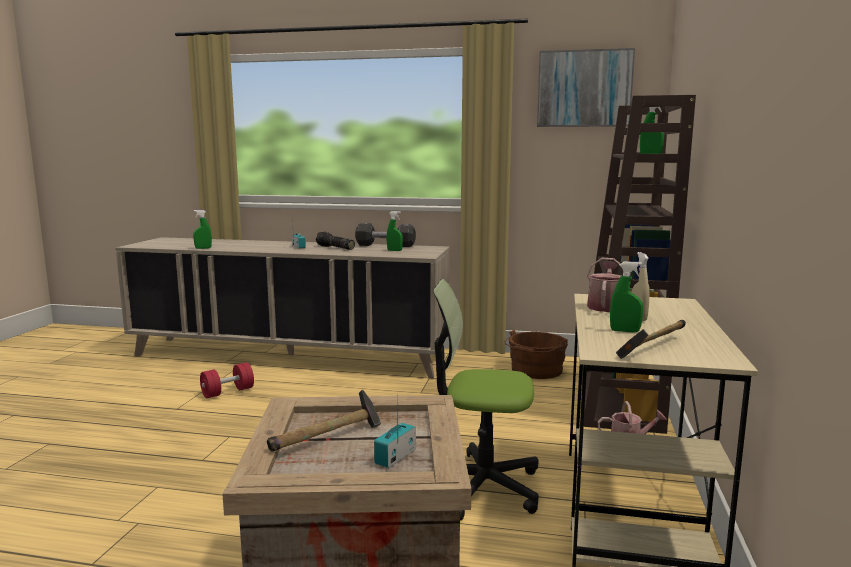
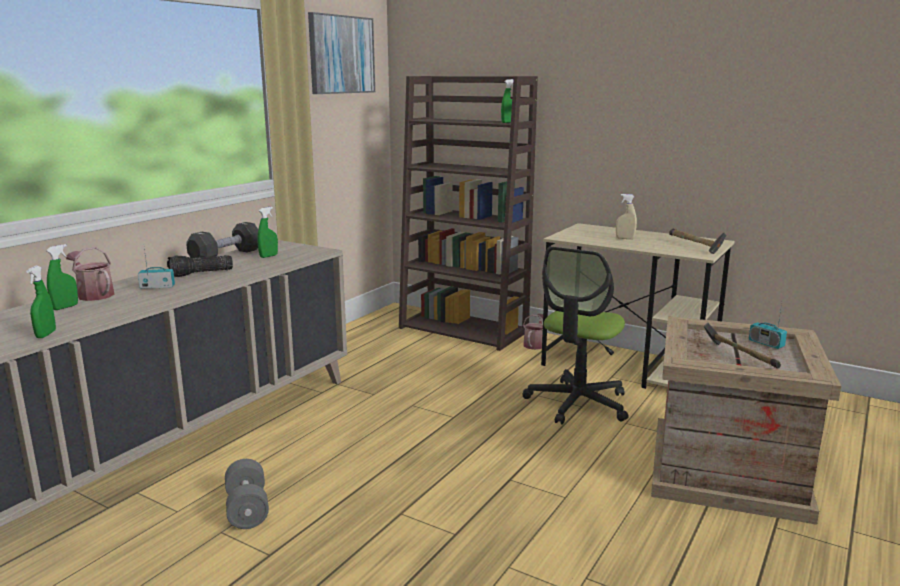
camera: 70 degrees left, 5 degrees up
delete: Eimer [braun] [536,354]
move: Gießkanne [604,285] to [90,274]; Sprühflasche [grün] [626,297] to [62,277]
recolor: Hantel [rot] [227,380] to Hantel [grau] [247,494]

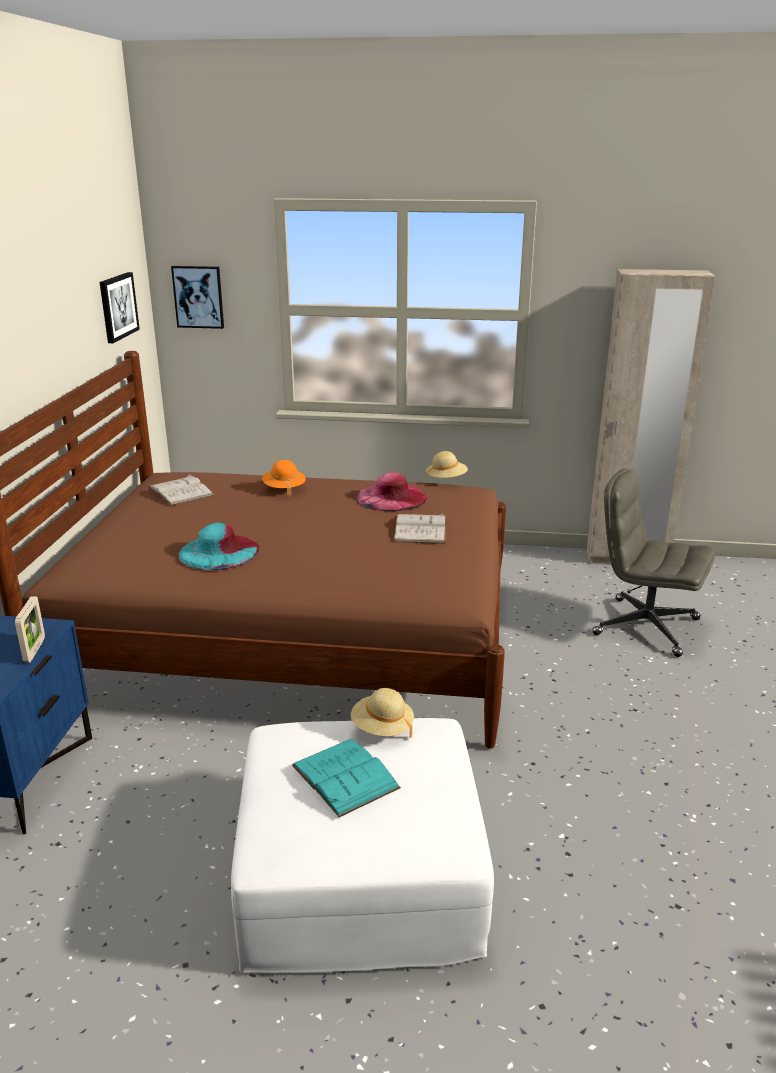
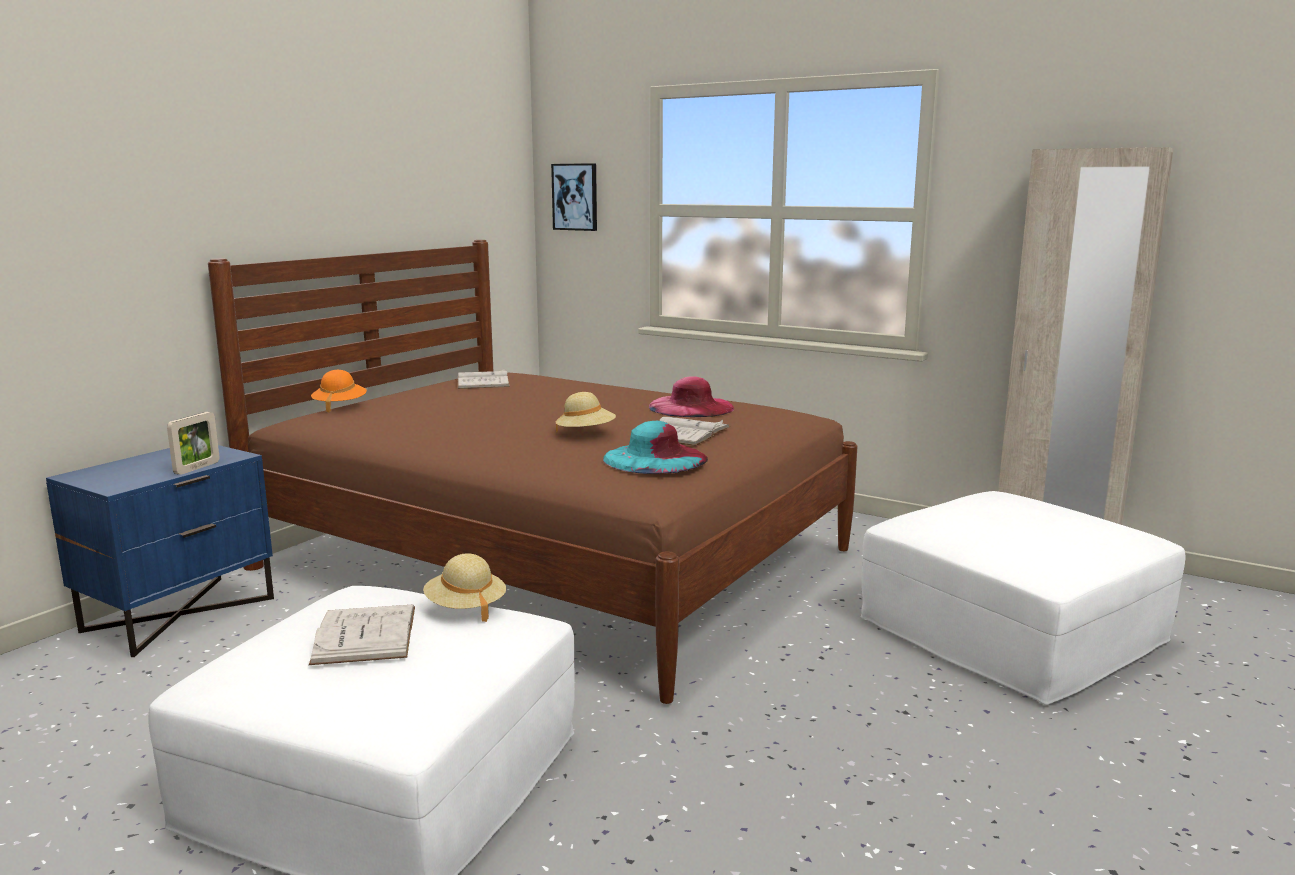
camera: 25 degrees right, 10 degrees down
delete: Bild [120,307]
move: Hut [türkis] [219,546] to [655,447]; Hut [orange] [284,478] to [339,391]; Hut [beige] [447,465] to [586,412]
replace: Bürostuhl [grau] [654,563] to Polsterhocker [weiß] [1023,598]
recolor: Buch [türkis] [346,778] to Buch [weiß] [362,634]

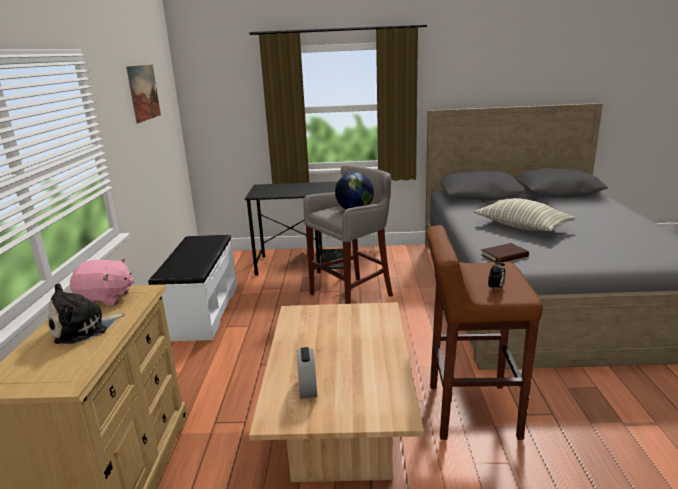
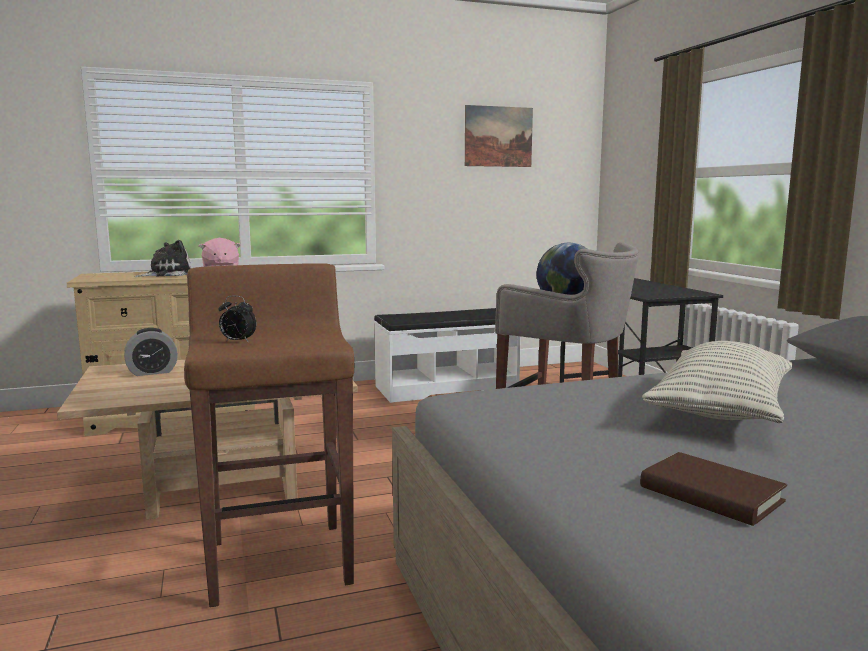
camera: 70 degrees right, 10 degrees down
move: Buch [braun] [505,252] to [713,489]
rotate: Plüschtier [87,313] = [163,258] 105 degrees clockwise

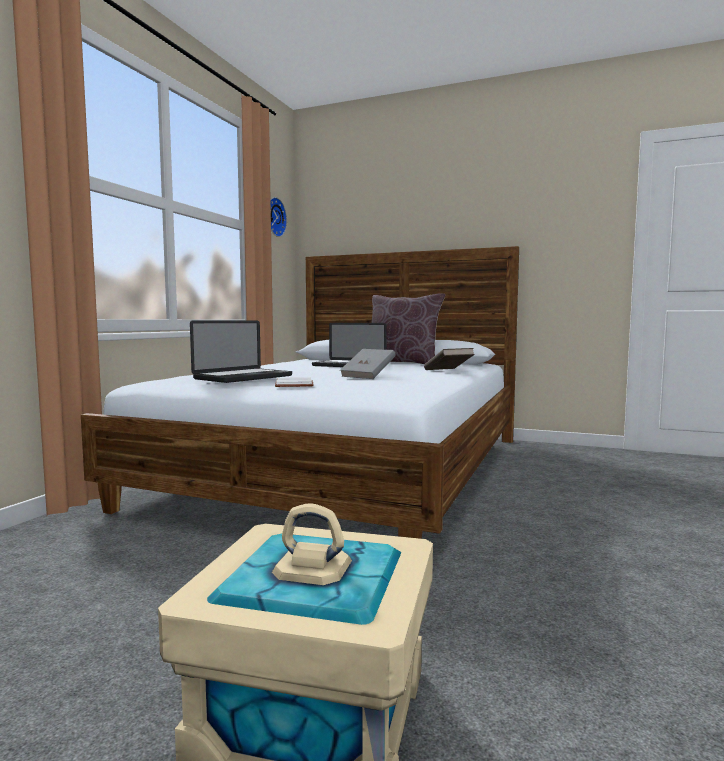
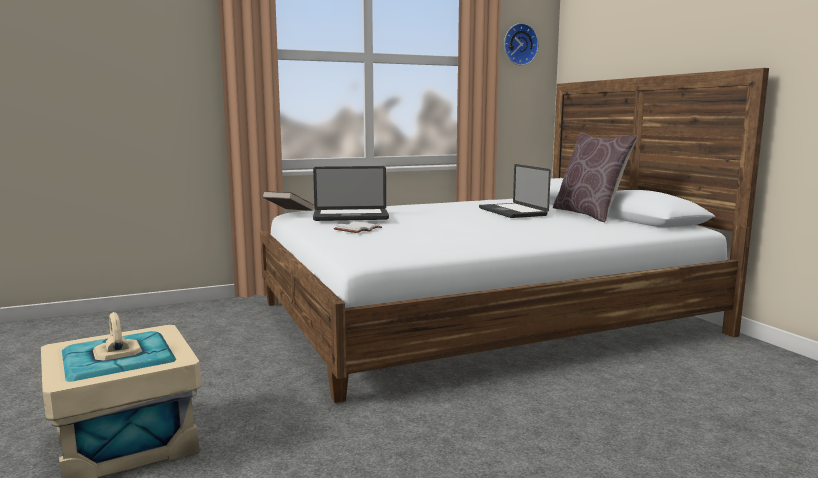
camera: 45 degrees right, 5 degrees up
delete: Buch [grau] [367,364]
move: Buch [braun] [449,359] to [288,201]

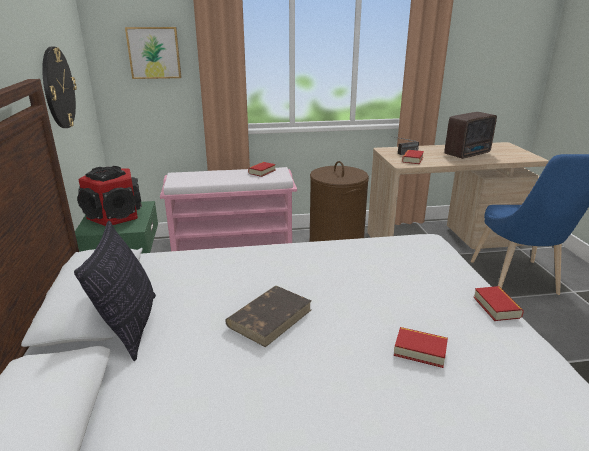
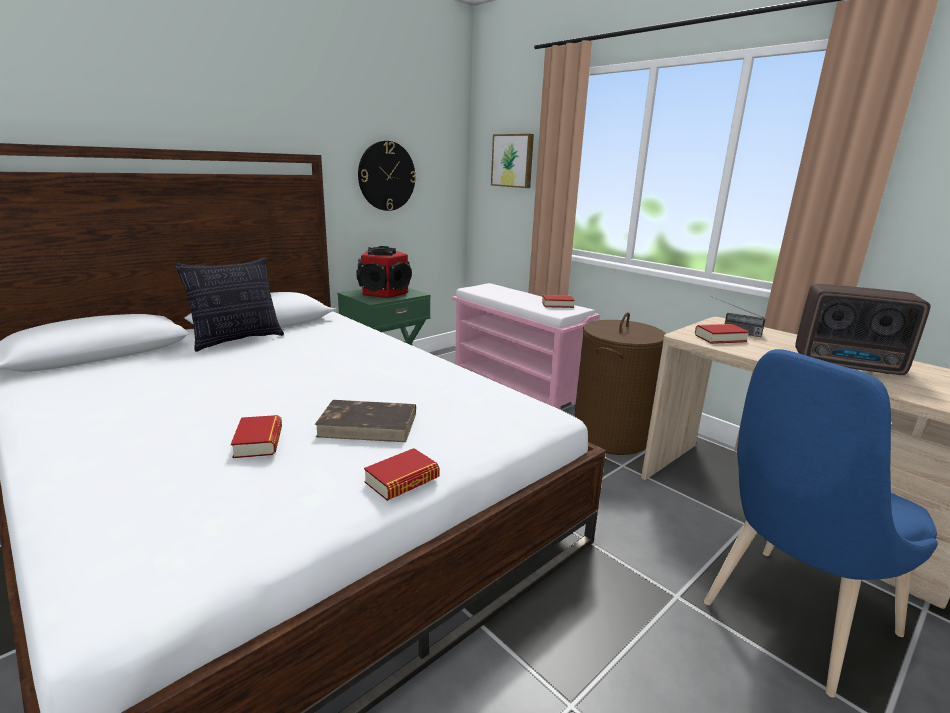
camera: 55 degrees right, 5 degrees down
move: Buch [braun] [268,316] to [365,421]

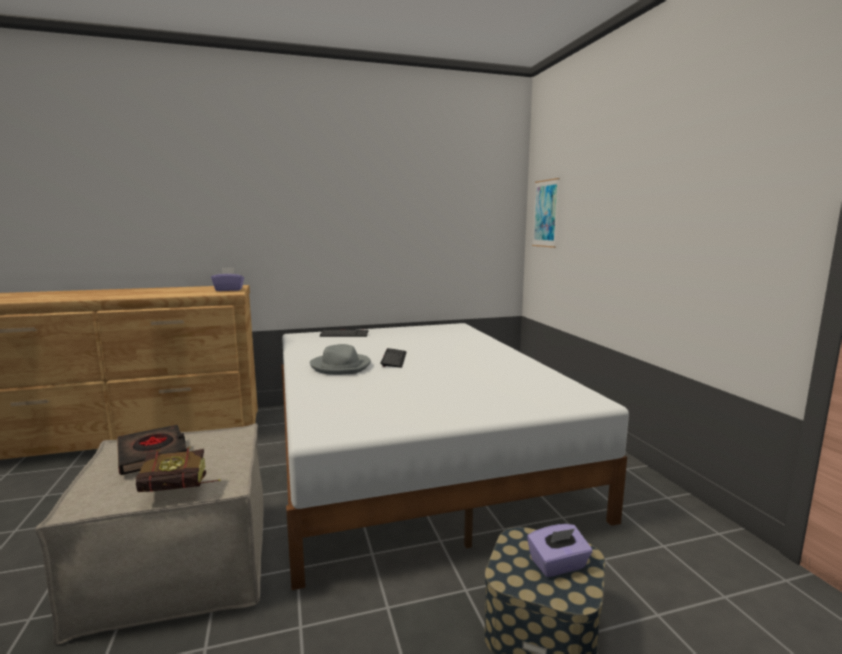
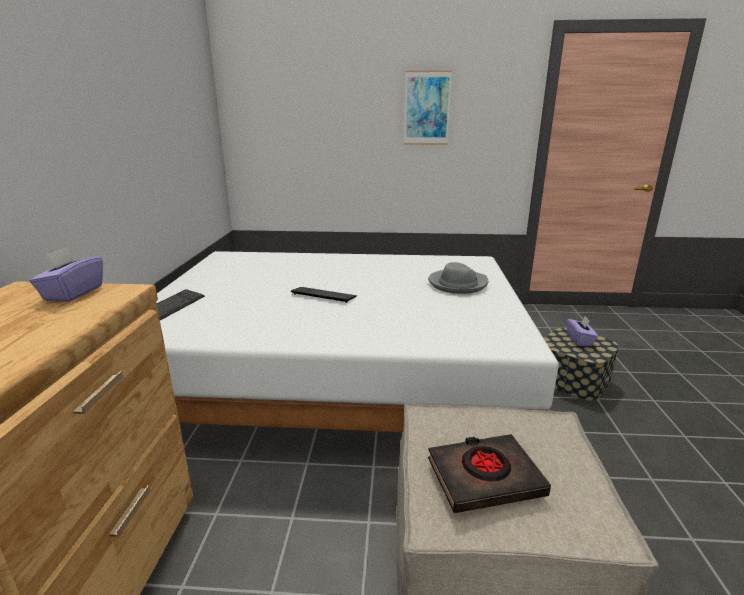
camera: 70 degrees left, 10 degrees up
delete: Buch [178,469]
move: Hut [grau] [340,359] to [458,278]; Bild [545,213] to [428,107]

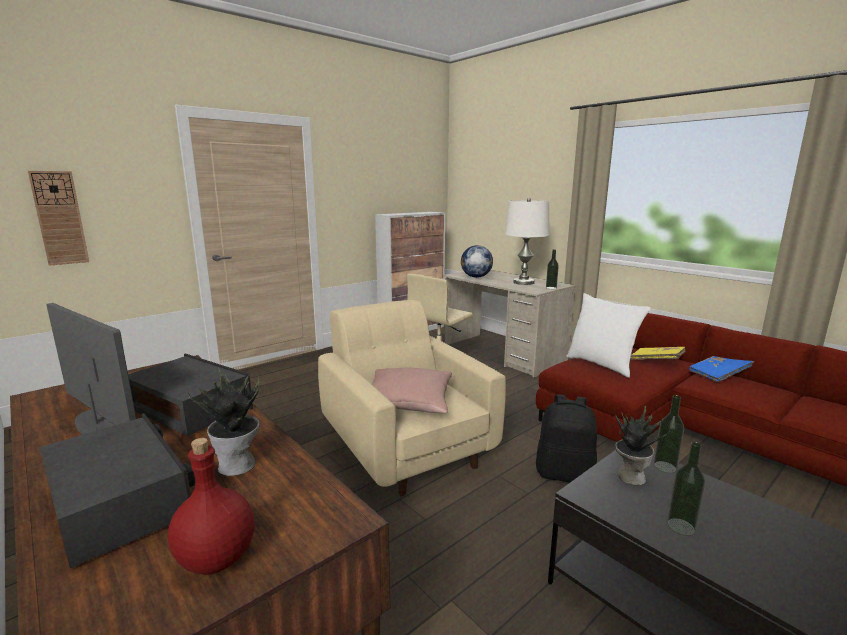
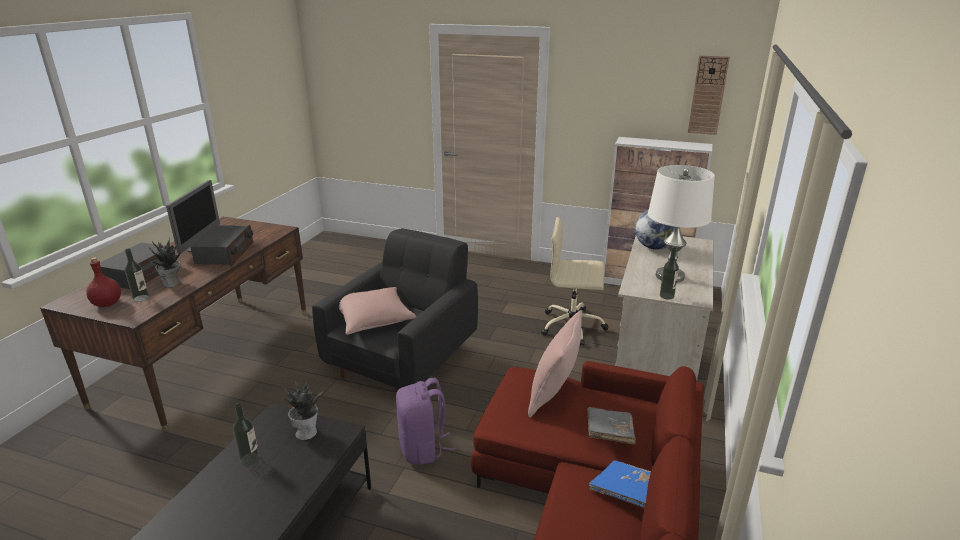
camera: 60 degrees right, 10 degrees up
move: Wanduhr [58,218] to [709,95]; Flasche [669,434] to [137,275]
recolor: Sessel [beige] [412,398] to Sessel [schwarz] [395,311]; Rucksack [schwarz] [566,438] to Rucksack [lila] [425,421]; Kissen [weiß] [608,335] to Kissen [rosa] [555,363]; Buch [gelb] [658,353] to Buch [grau] [611,426]

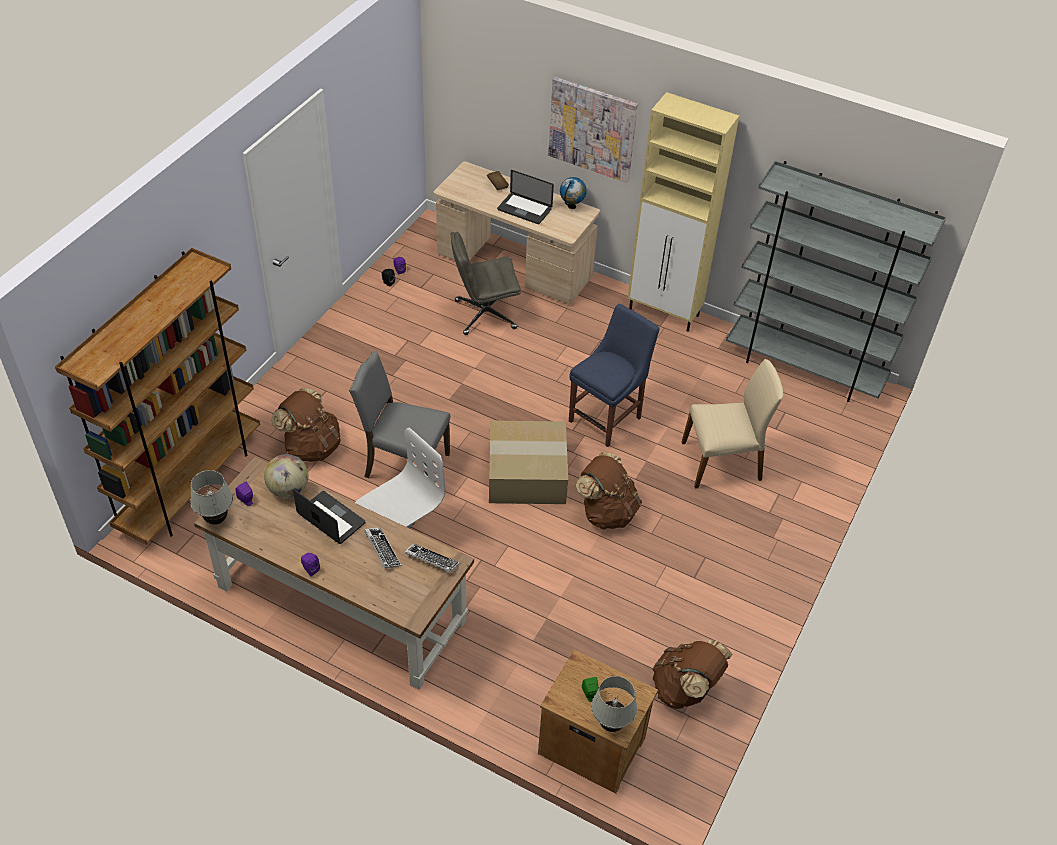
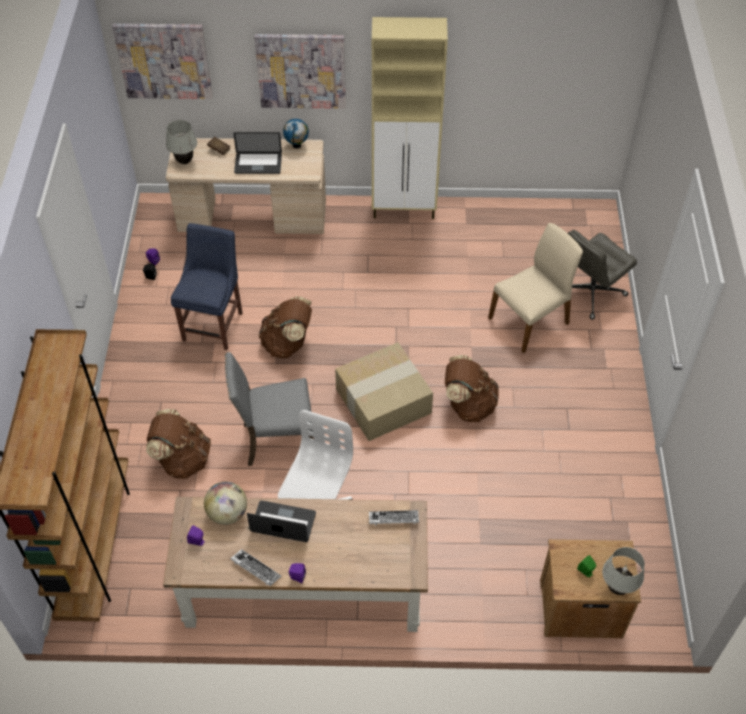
camera: 25 degrees left, 5 degrees up
delete: Bücherregal [grau] [836,281]
insert: Bild [162,61]
move: Tischlampe [weiß] [211,497] to [181,142]; Tastatur [382,547] to [255,567]; Bürostuhl [grau] [486,283] to [602,275]; Stuhl [blau] [614,375] to [206,286]; Rucksack [braun] [692,674] to [285,327]

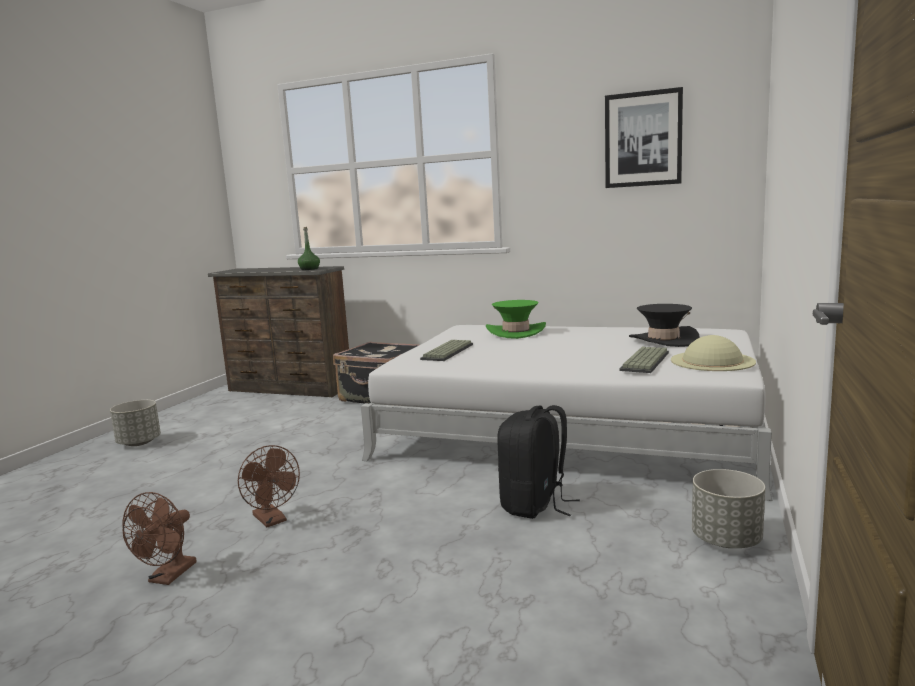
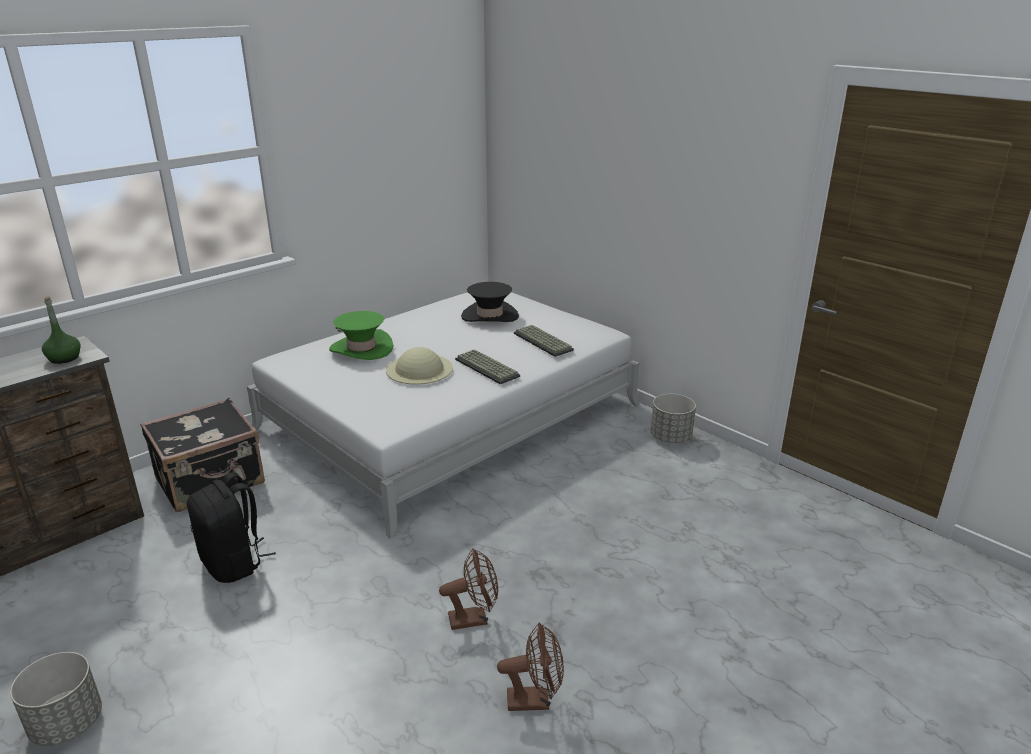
camera: 65 degrees left, 15 degrees up
delete: Bild [644,137]
move: Tastatur [446,350] to [487,366]; Rucksack [schwarz] [538,462] to [231,527]; Hut [beige] [713,353] to [419,366]
rotate: Ventilator [braun] [159,538] = [530,666] 45 degrees counterclockwise

